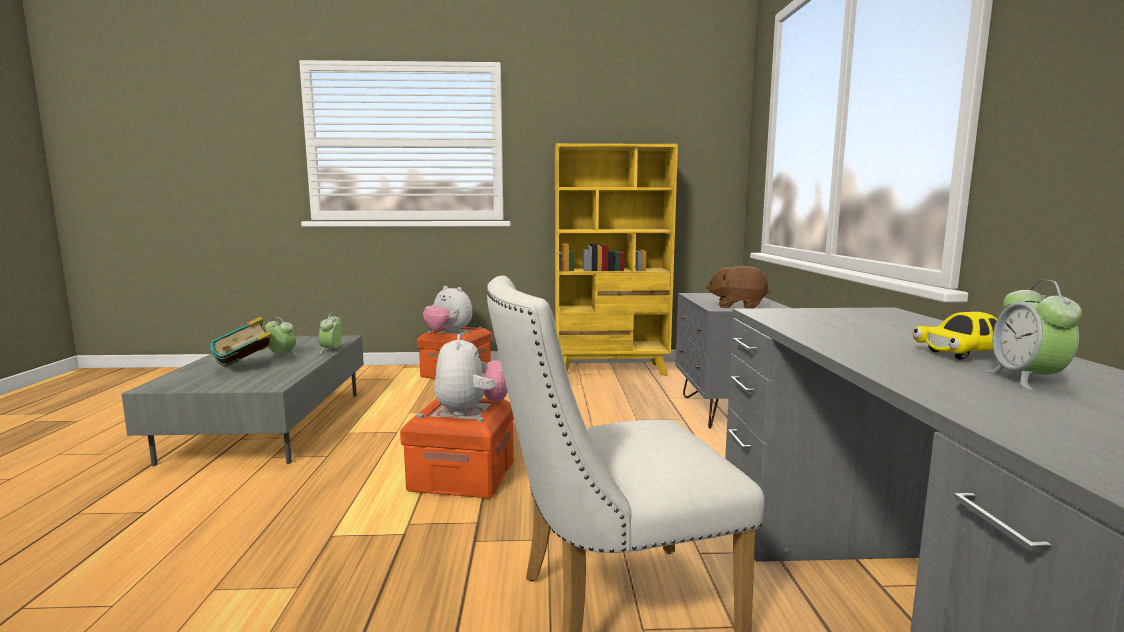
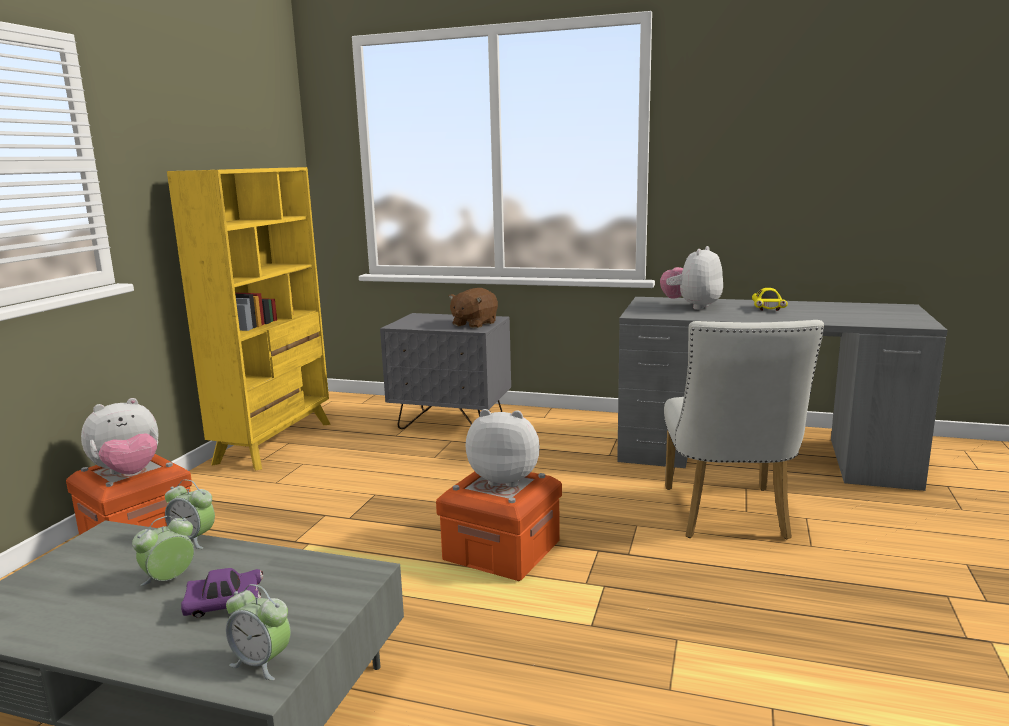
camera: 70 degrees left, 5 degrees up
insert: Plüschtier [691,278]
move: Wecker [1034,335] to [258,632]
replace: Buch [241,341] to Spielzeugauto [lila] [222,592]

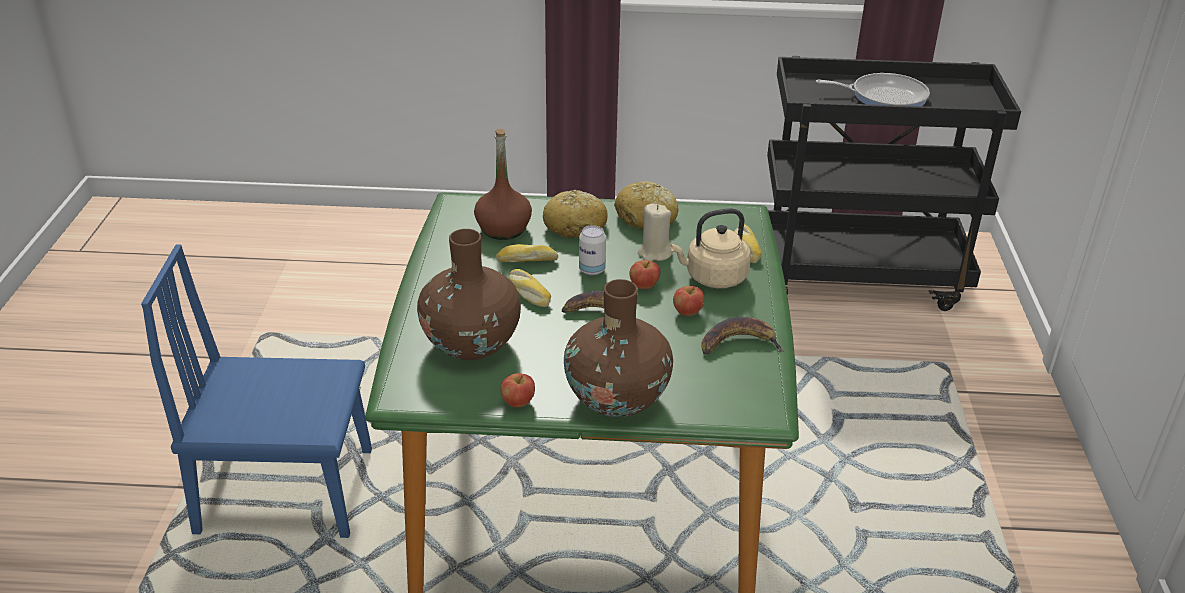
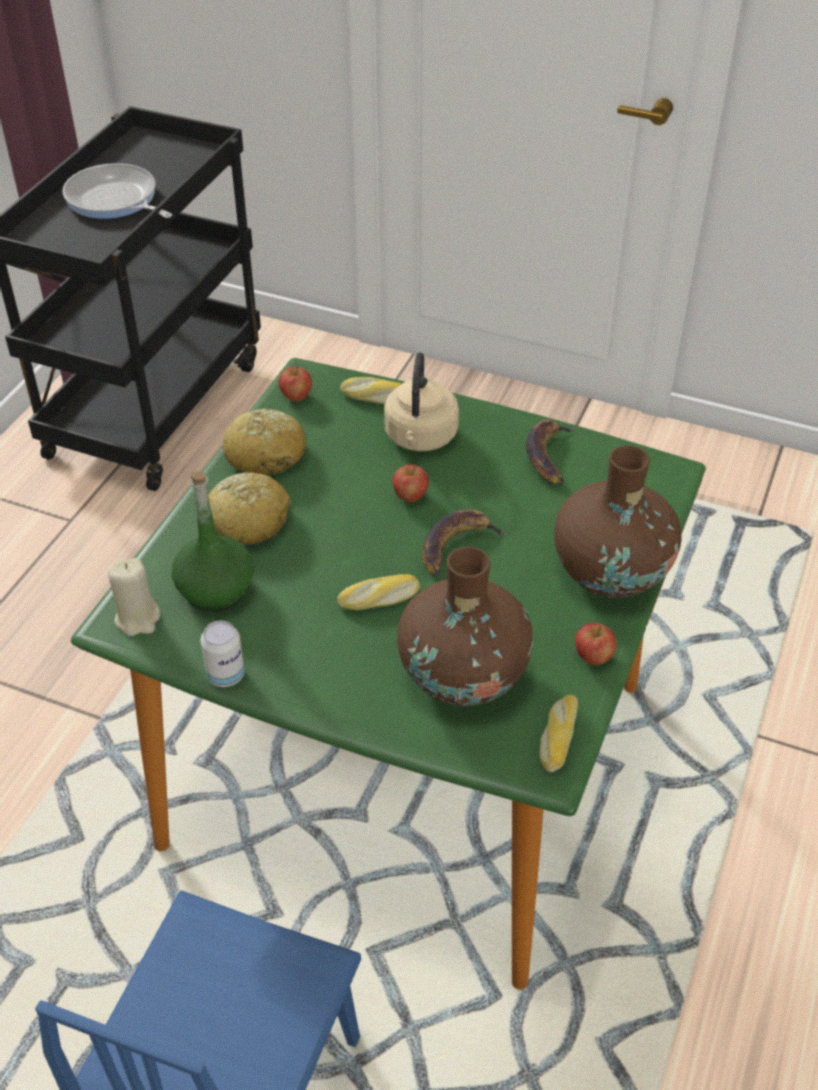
camera: 70 degrees left, 10 degrees up
move: Brot [527,253] to [558,733]; Dose [592,250] to [223,654]; Kerze [beige] [655,232] to [134,597]; Apfel [688,301] to [295,383]
recolor: Flasche [braun] [503,184] to Flasche [grün] [212,541]
rotate: Pfanne [873,89] = [117,191] 75 degrees counterclockwise

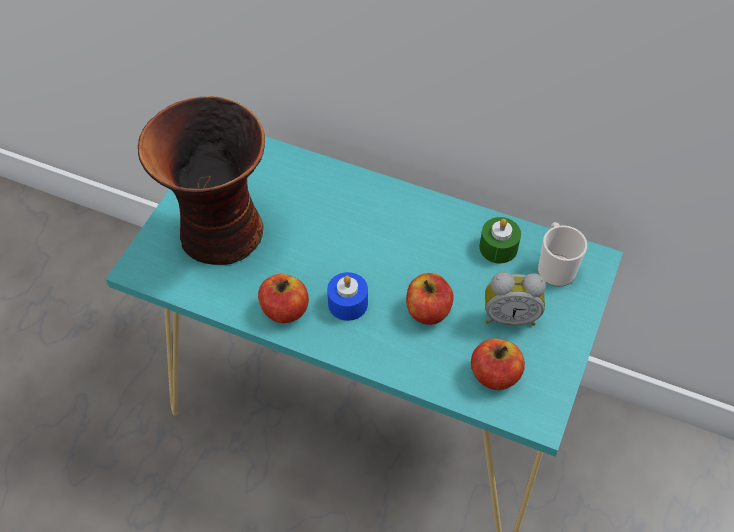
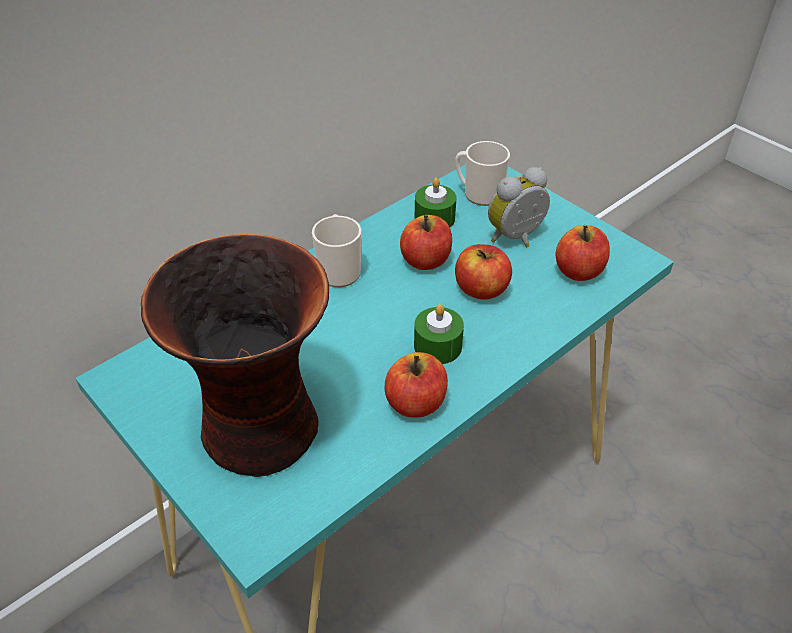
camera: 65 degrees left, 10 degrees down
insert: Henkelbecher [336,250]; Apfel [426,242]
recolor: Kerze [blau] [347,296] to Kerze [grün] [439,334]
rotate: Wecker [515,299] = [519,207] 150 degrees counterclockwise

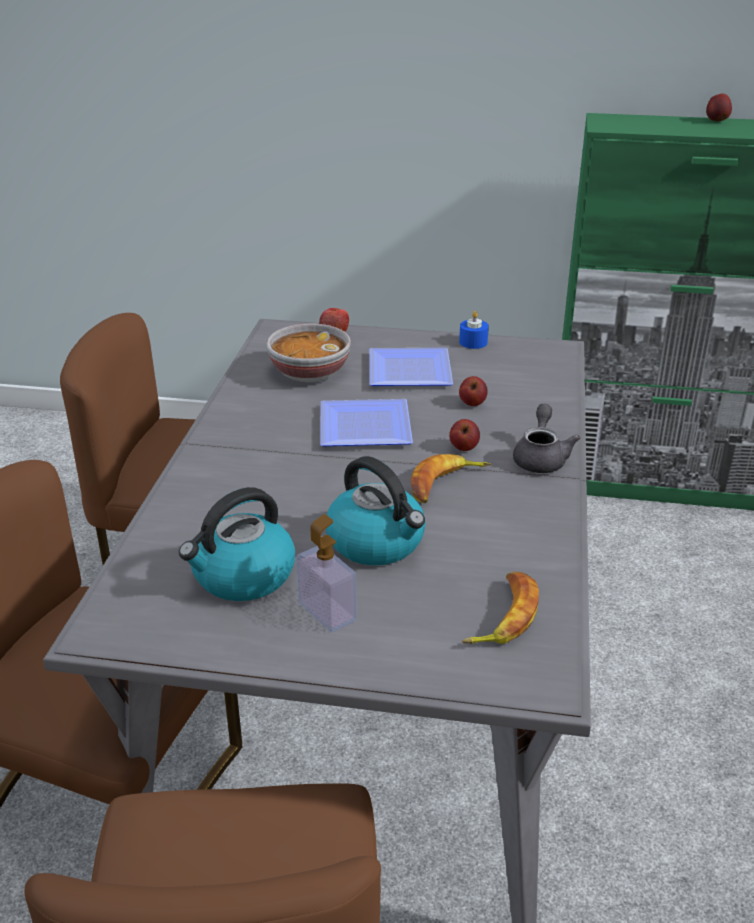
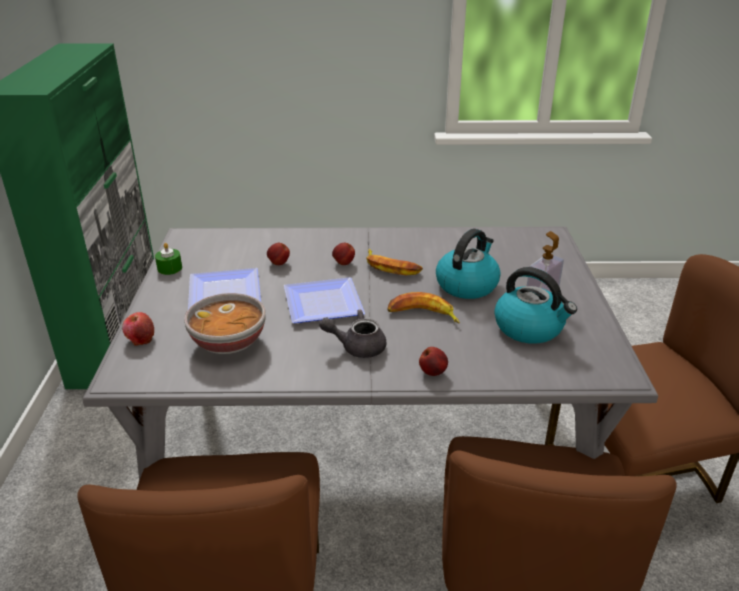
camera: 100 degrees left, 0 degrees up
move: Banane [500,608] to [423,308]; Teekanne [grau] [546,438] to [352,334]; Apfel [719,108] to [433,361]
recolor: Kerze [blau] [474,330] to Kerze [grün] [168,259]

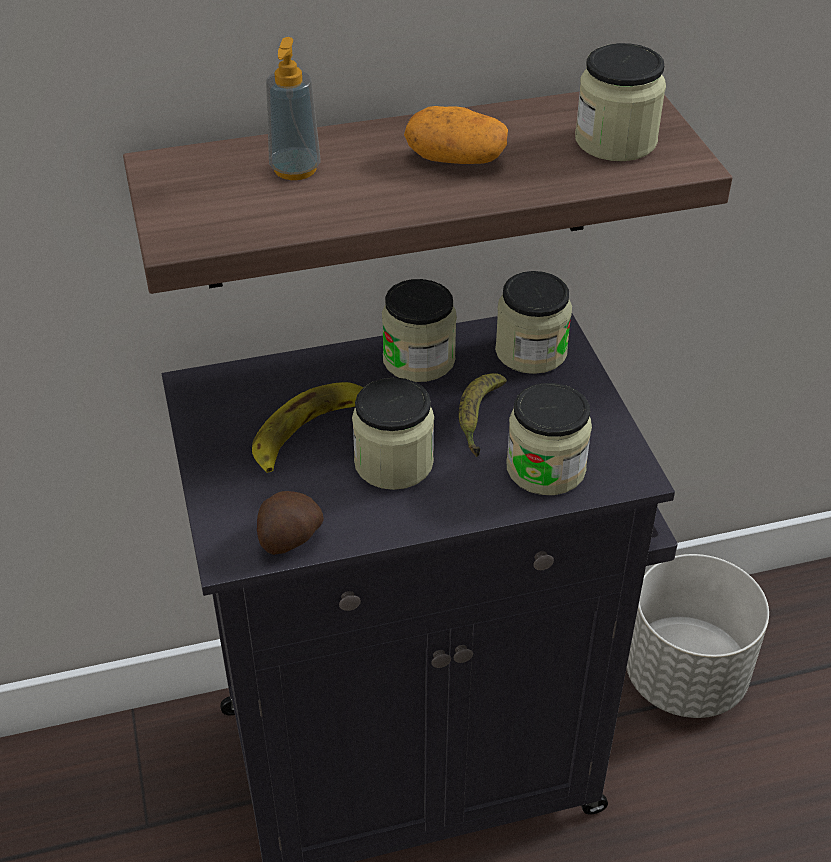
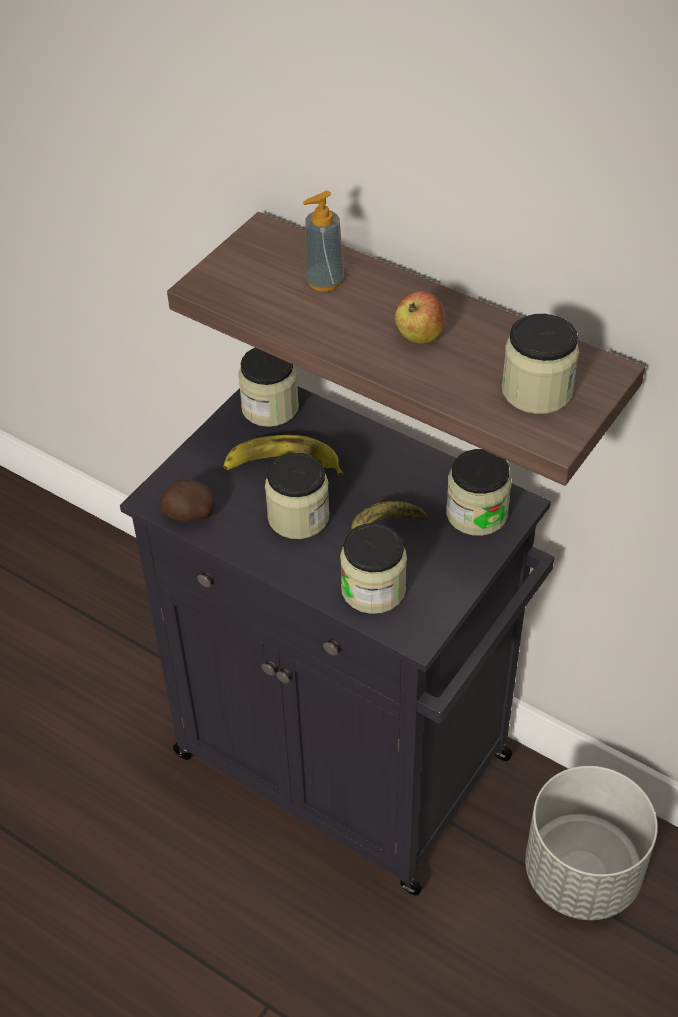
camera: 50 degrees right, 5 degrees up
move: Vorratsglas [419,330] to [268,387]
replace: Kartoffel [456,135] to Apfel [420,317]

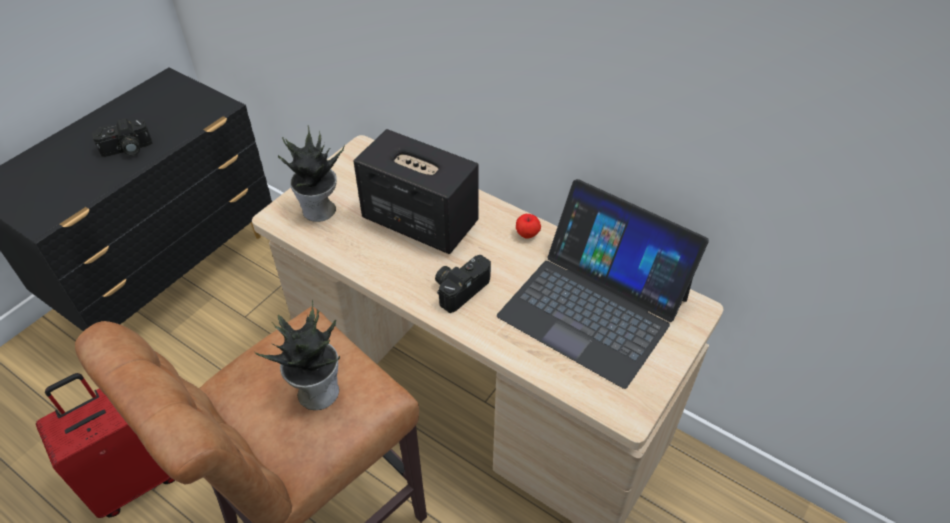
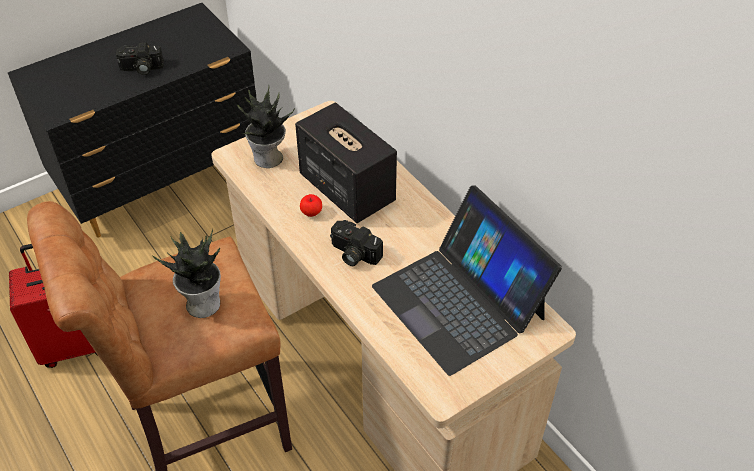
camera: 20 degrees right, 0 degrees up
move: Apfel [528,226] to [311,205]
rotate: Kamera [463,284] = [356,243] 120 degrees counterclockwise

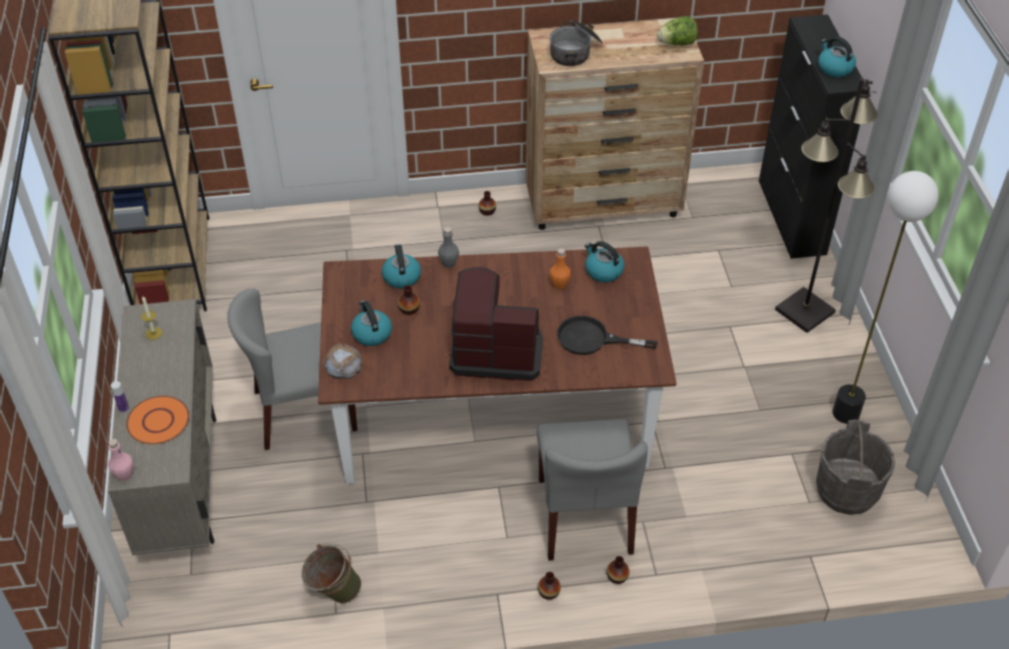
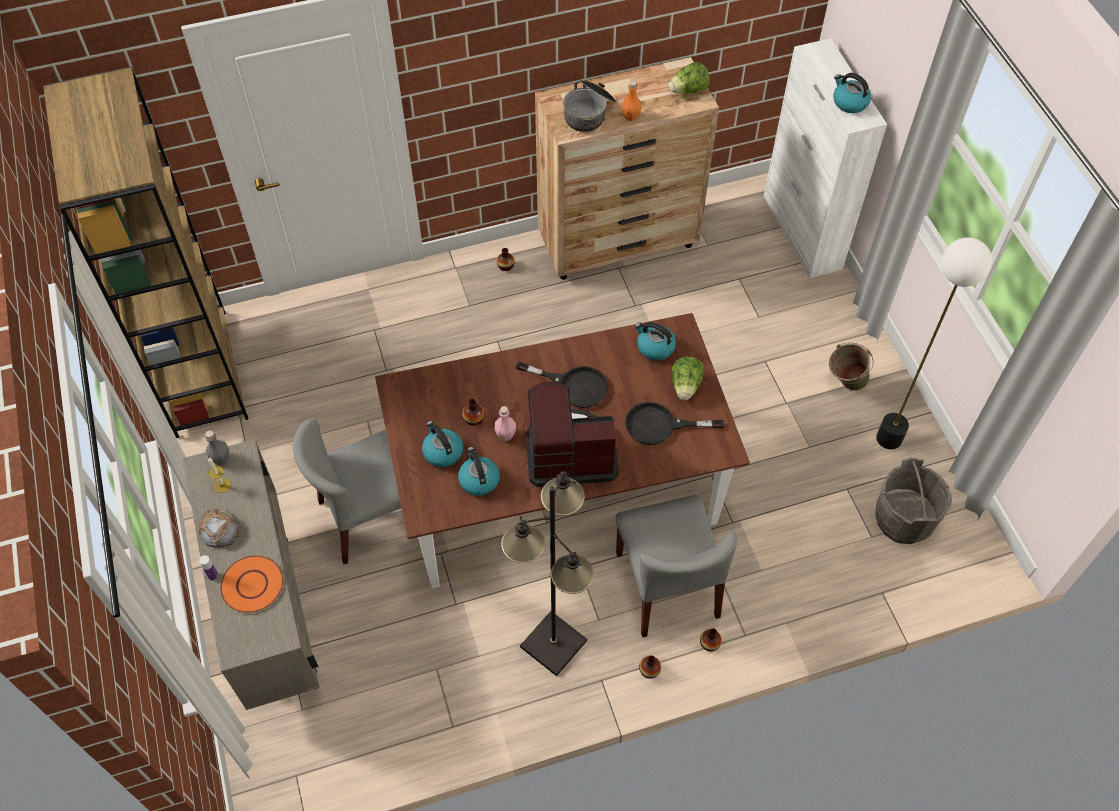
camera: 10 degrees left, 10 degrees up
insert: Pfanne [schwarz] [562,385]; Salatkopf [688,378]
move: Flasche [rosa] [121,460] to [505,423]; Eimer [grün] [331,573] to [851,366]; Brot [342,361] to [218,528]; Wasserkessel [401,266] to [479,471]; Flasche [grau] [448,247] to [217,447]; Flasche [orange] [560,268] to [632,101]; Stehlampe [schwarz] [826,205] to [547,573]
recolor: Schrank [schwarz] [812,136] to Schrank [weiß] [825,158]

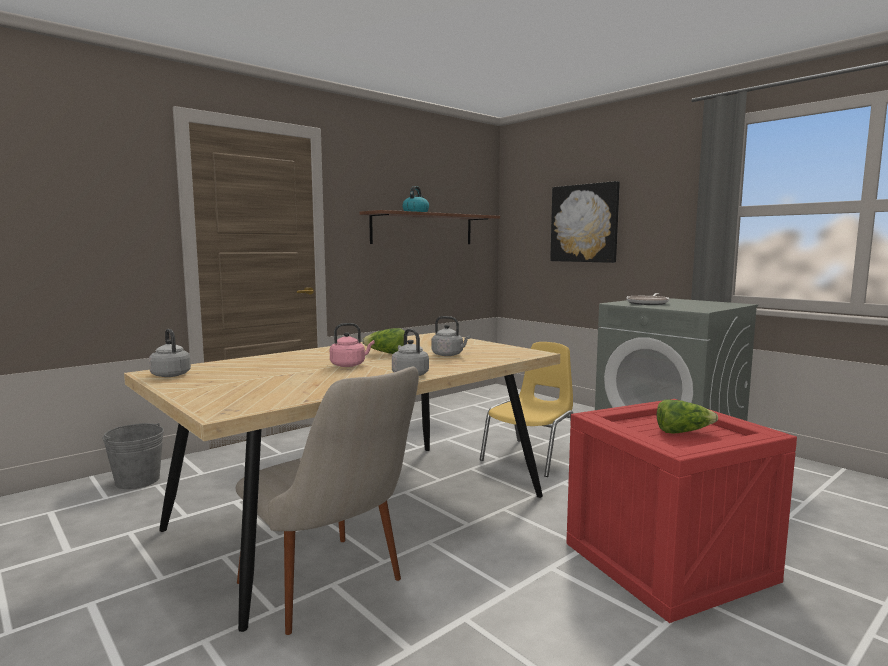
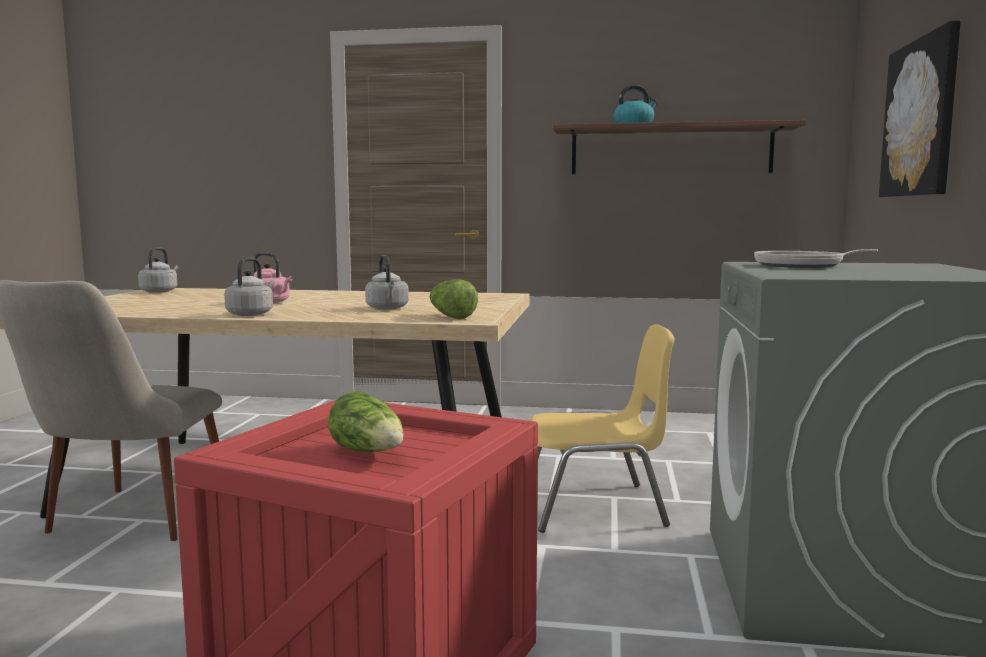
camera: 50 degrees right, 0 degrees up
delete: Eimer [grau] [133,456]
move: Salatkopf [383,341] to [454,299]

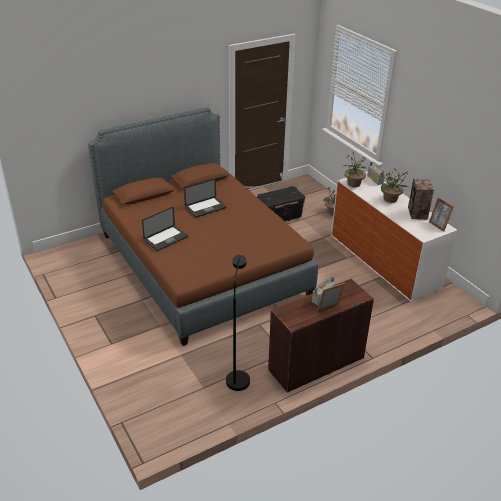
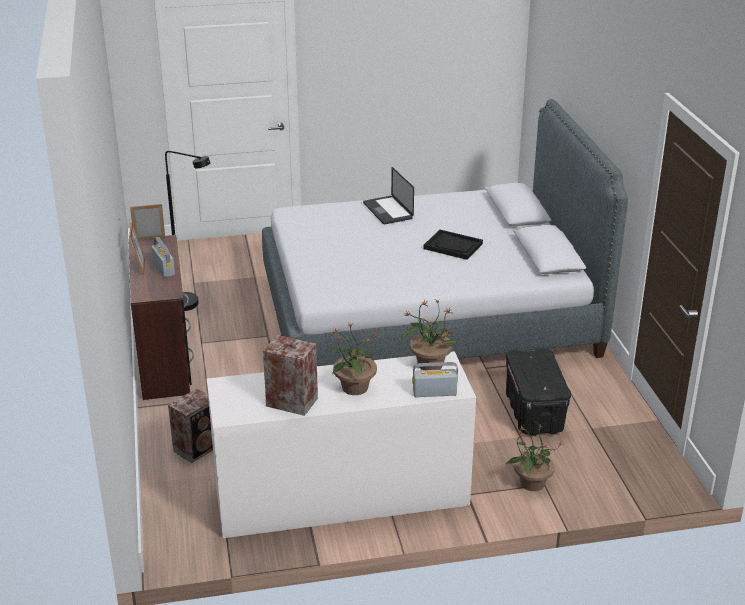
camera: 110 degrees right, 5 degrees down
insert: Lautsprecher [190,426]
move: Bilderrahmen [441,214] to [147,222]
replace: Laptop [205,198] to Tablett [schwarz] [453,245]
recolor: Bett [braun] [203,226] to Bett [grau] [445,232]

